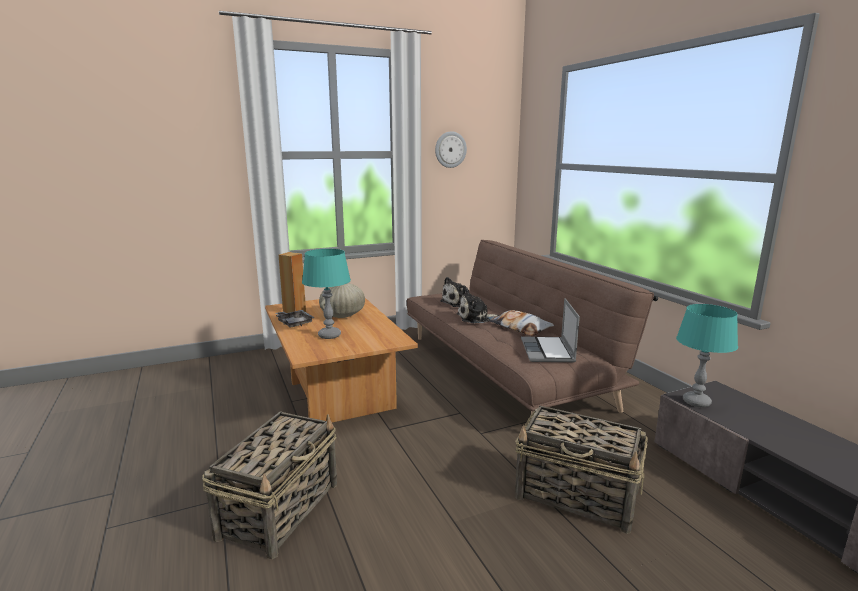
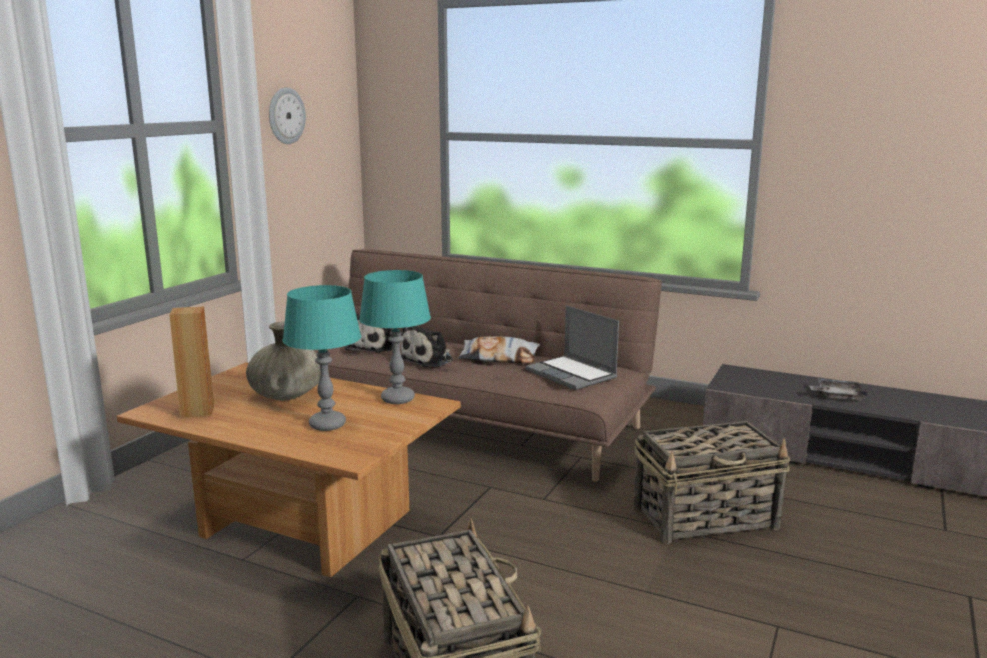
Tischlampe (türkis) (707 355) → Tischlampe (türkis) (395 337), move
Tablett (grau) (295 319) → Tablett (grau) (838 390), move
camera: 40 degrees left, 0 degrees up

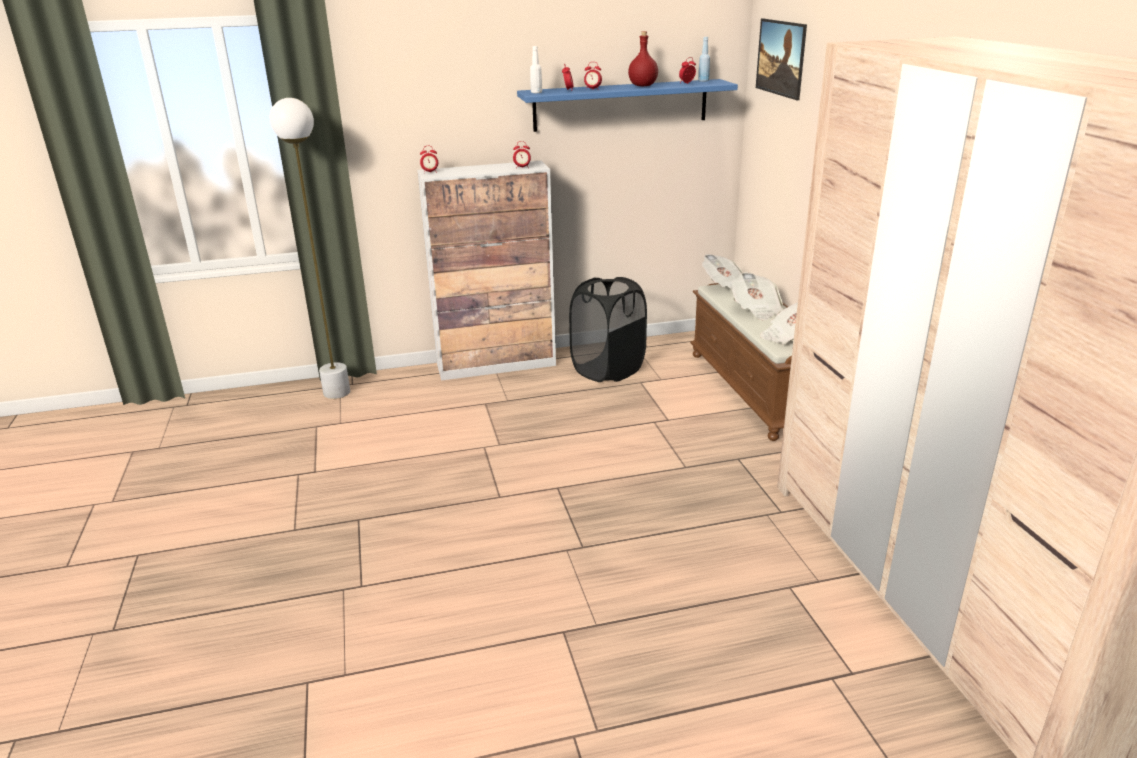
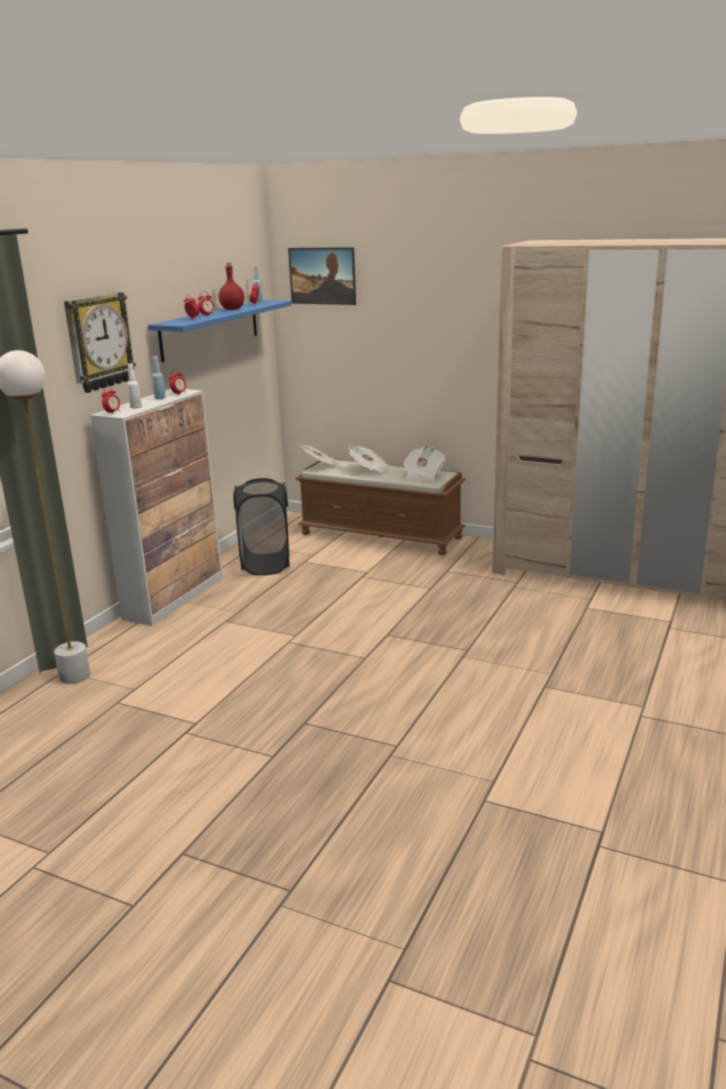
- → Wanduhr (100 342)
Flasche (weiß) (536 69) → Flasche (weiß) (134 386), move
- → Flasche (blau) (159 377)
camera: 50 degrees left, 5 degrees down

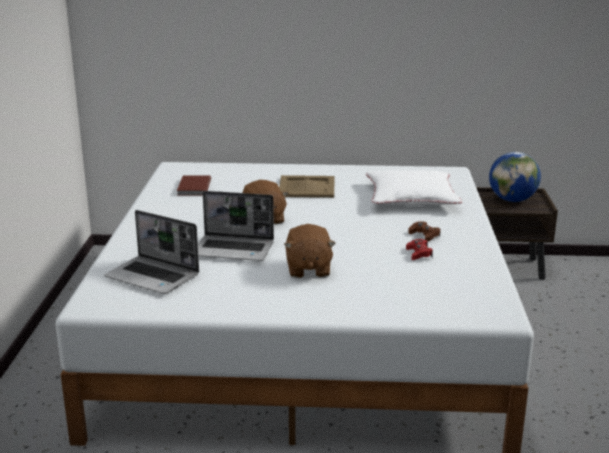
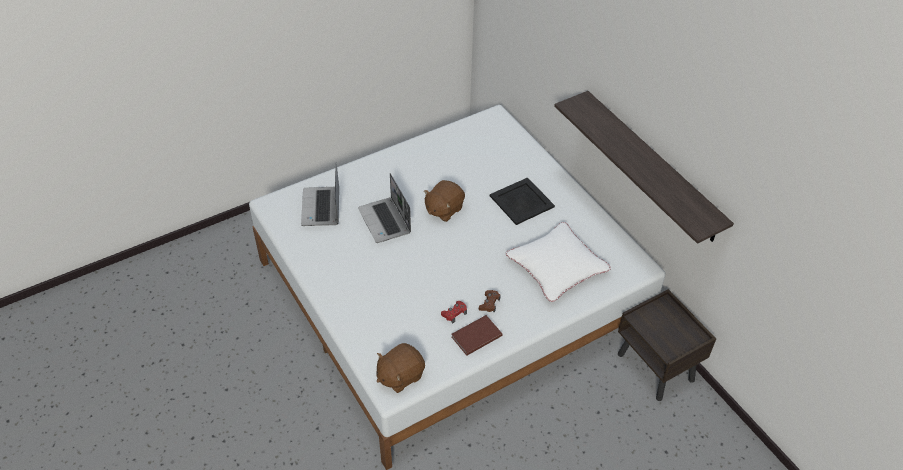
Plüschtier (braun) (310 251) → Plüschtier (braun) (401 368), move
Buch (braun) (194 185) → Buch (braun) (477 335), move
Tablett (beige) (306 186) → Tablett (schwarz) (522 201)
- → Wandregal (644 167)
Globus (515 177) → -
camera: 55 degrees right, 25 degrees up

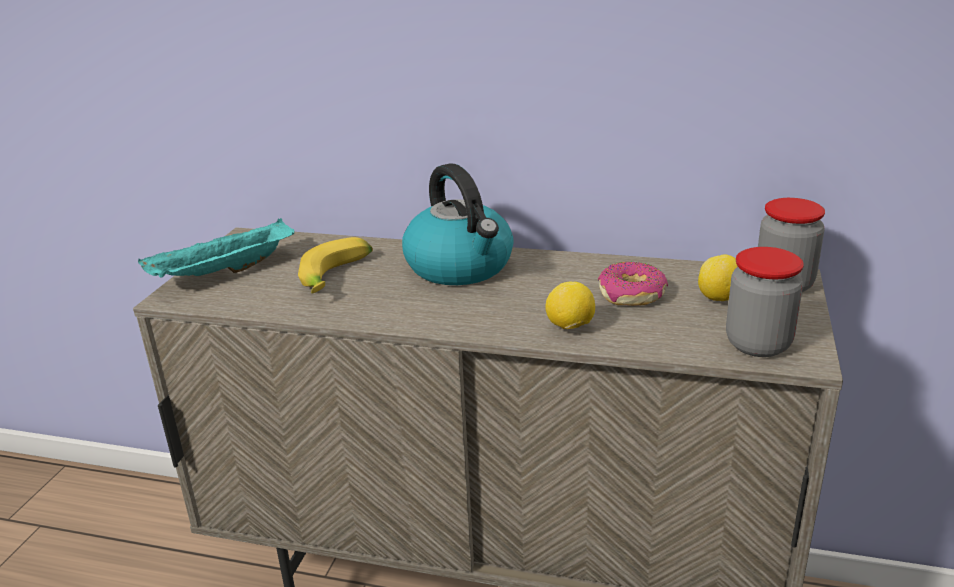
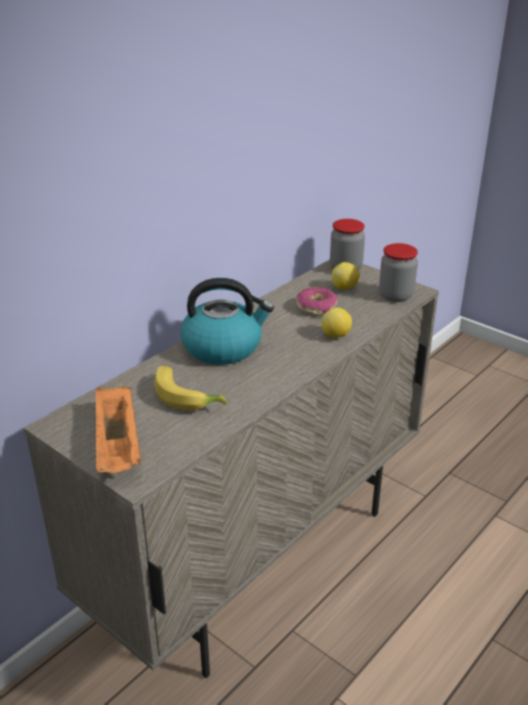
Tablett (türkis) (216 248) → Tablett (orange) (118 429)
camera: 65 degrees left, 5 degrees up

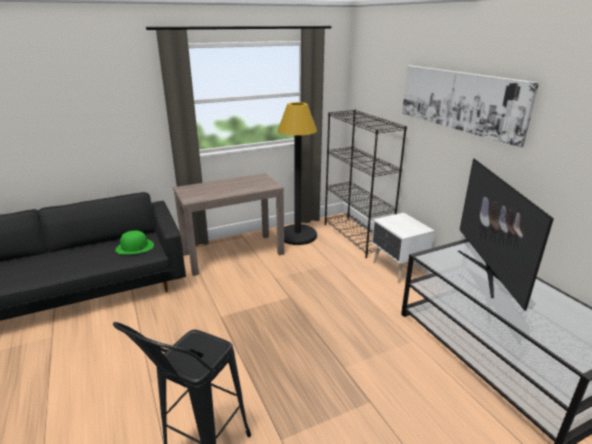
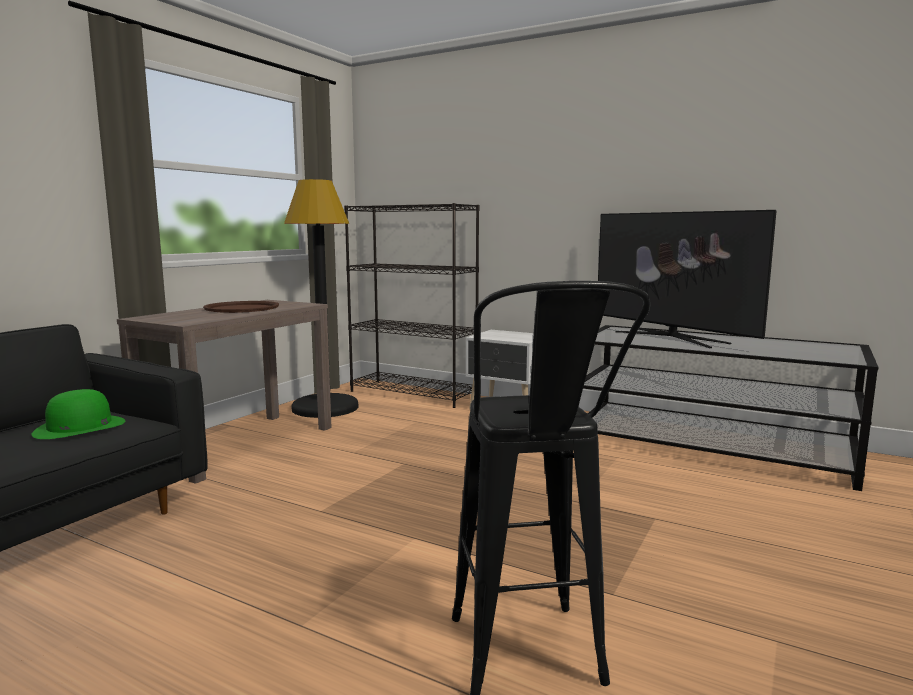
- → Tablett (braun) (241 307)
Bild (470 106) → -
camera: 35 degrees left, 15 degrees down

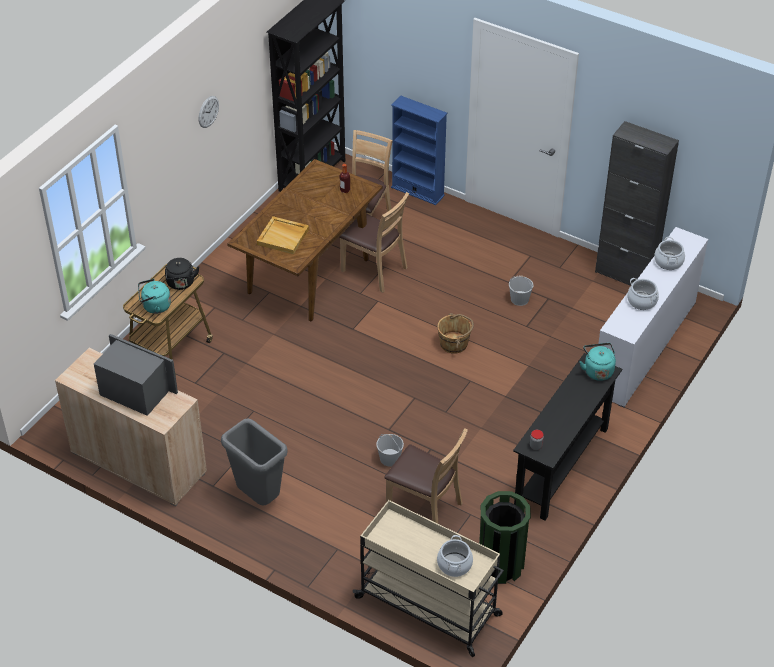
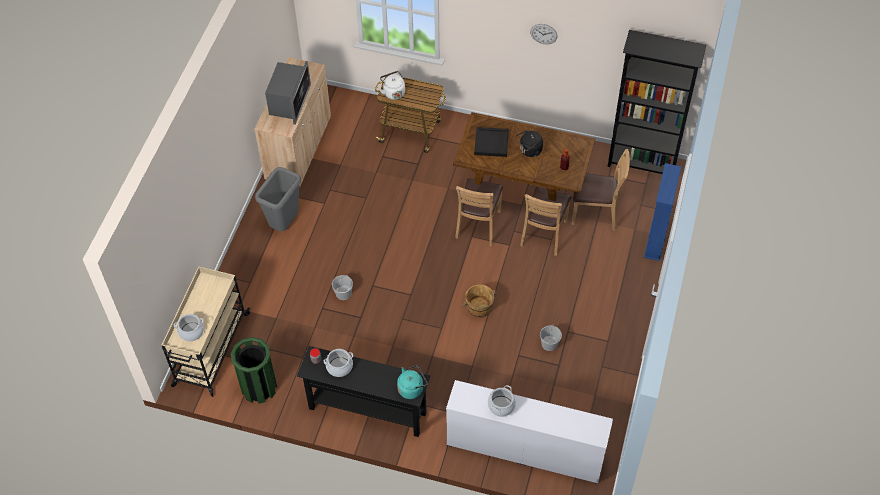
Kochtopf (669 253) → Kochtopf (338 363), move
Wasserkessel (türkis) (154 296) → Wasserkessel (weiß) (392 85)
Stuhl (braun) (426 476) → Stuhl (braun) (479 212), move
Tablett (beige) (283 235) → Tablett (schwarz) (491 142)
Wasserkessel (schwarz) (182 274) → Wasserkessel (schwarz) (529 143), move
Schrank (schwarz) (637 203) → -
camera: 75 degrees right, 10 degrees up

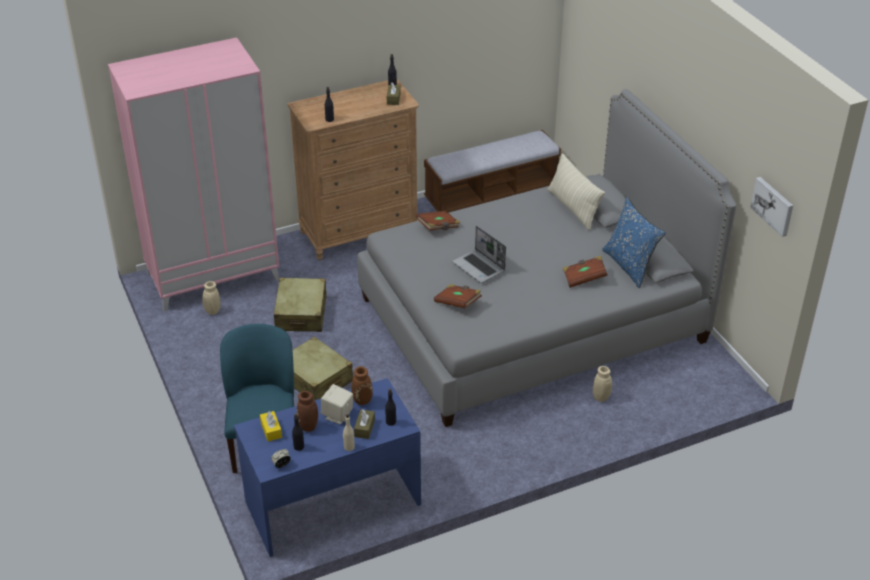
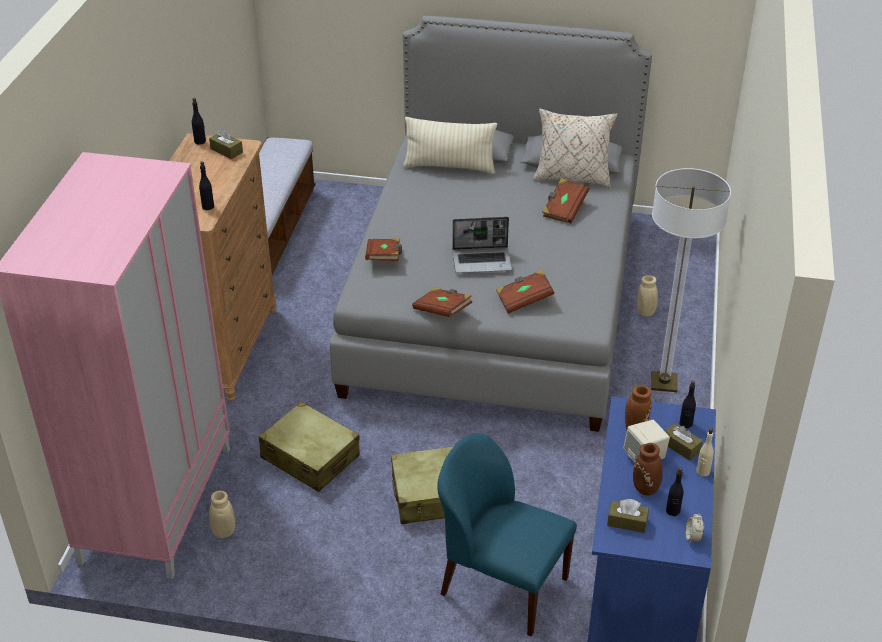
- → Buch (braun) (442 302)
Kissen (blau) (634 242) → Kissen (beige) (575 148)
Taschentuchbox (gelb) (271 426) → Taschentuchbox (braun) (628 516)
- → Stehlampe (691 280)
Bild (771 207) → -
camera: 55 degrees left, 0 degrees up

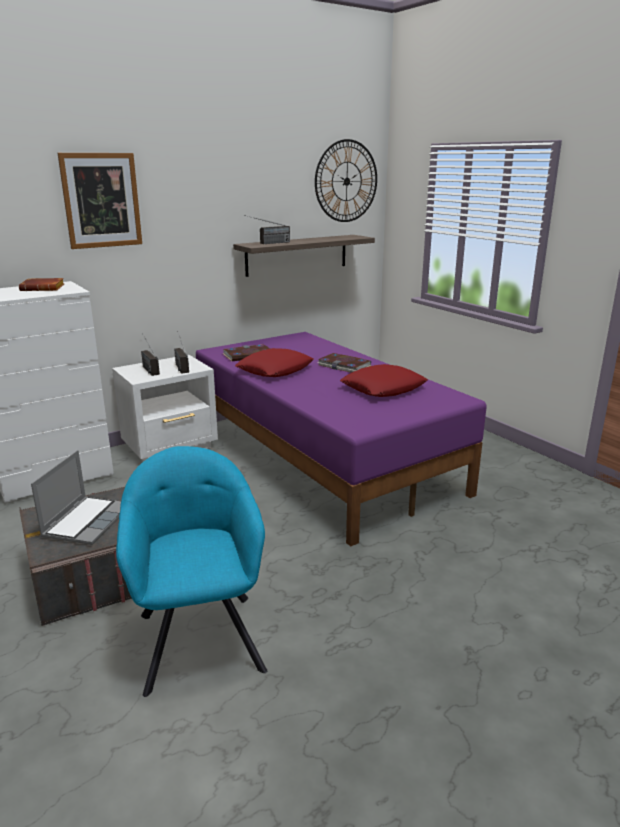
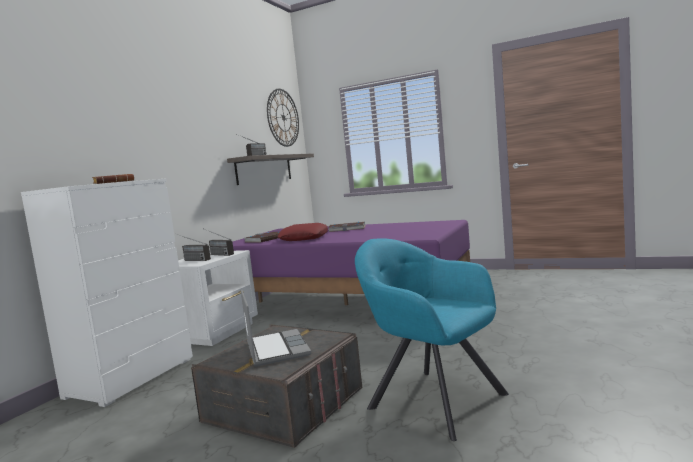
Bild (100 201) → -
Kissen (rot) (384 380) → -
camera: 30 degrees left, 15 degrees down

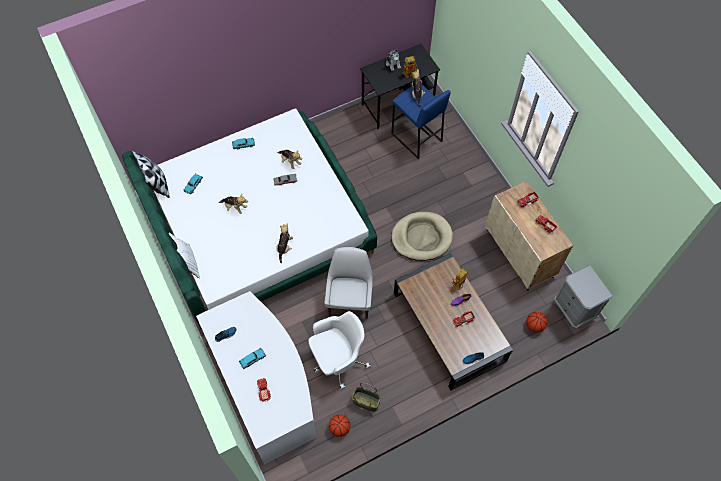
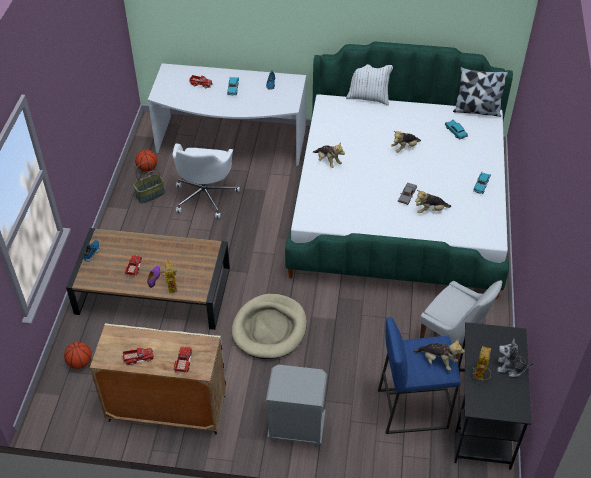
Nachttisch (grau) (583 297) → Nachttisch (grau) (296 406), move
Stuhl (weiß) (348 283) → Stuhl (weiß) (461 321), move
camera: 125 degrees right, 15 degrees down

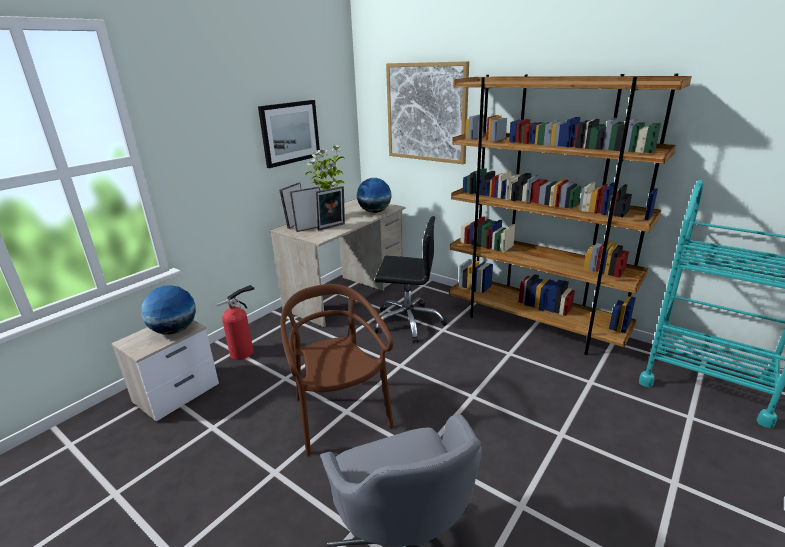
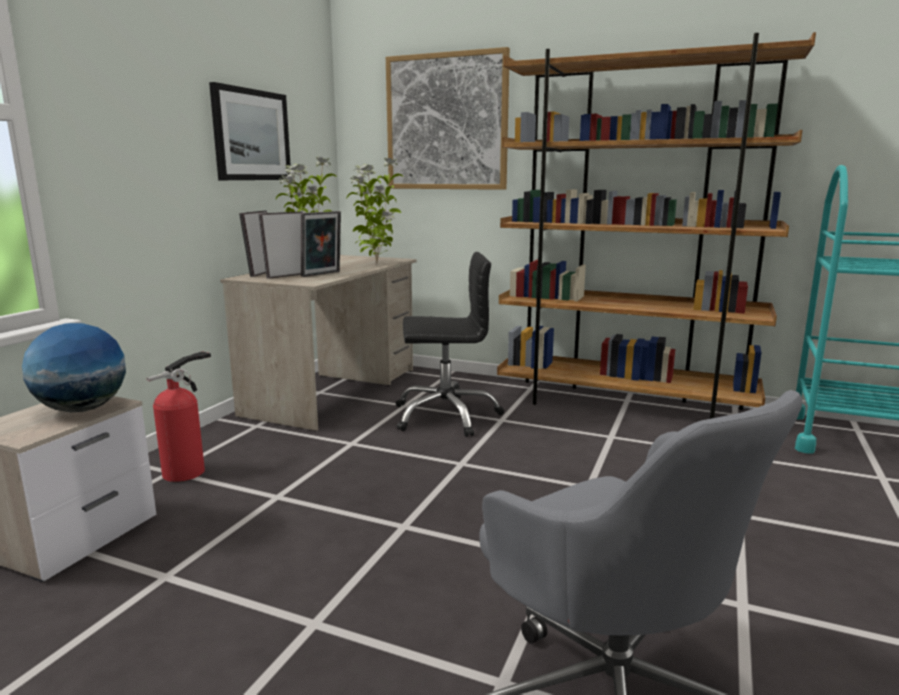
Globus (374 195) → Topfpflanze (375 210)
Stuhl (braun) (337 370) → -
camera: 15 degrees left, 10 degrees down

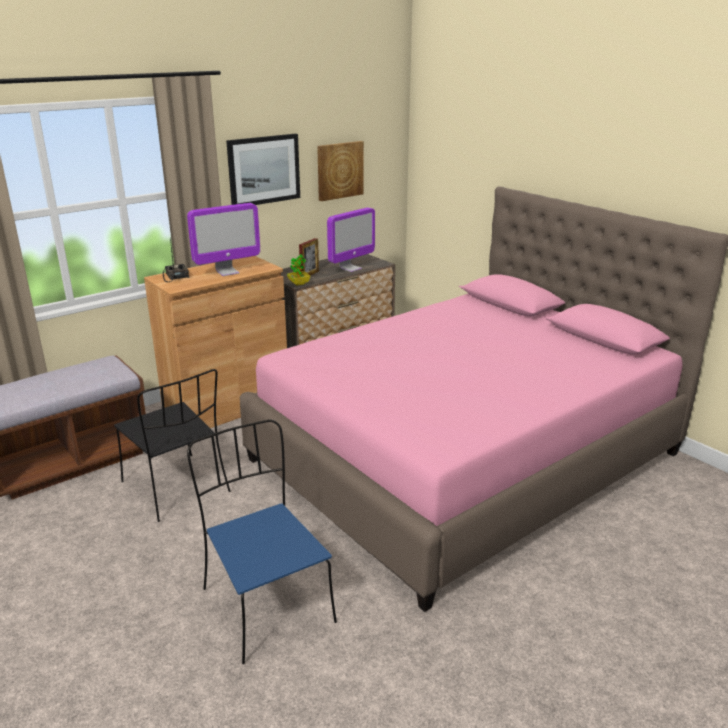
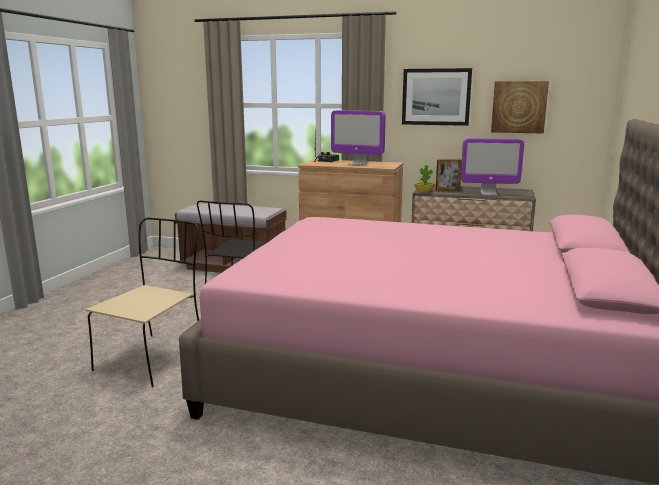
Stuhl (blau) (262 541) → Stuhl (beige) (142 302)
camera: 55 degrees right, 10 degrees down

